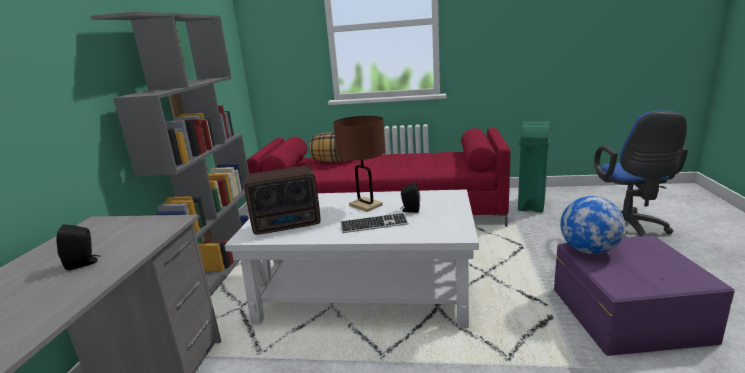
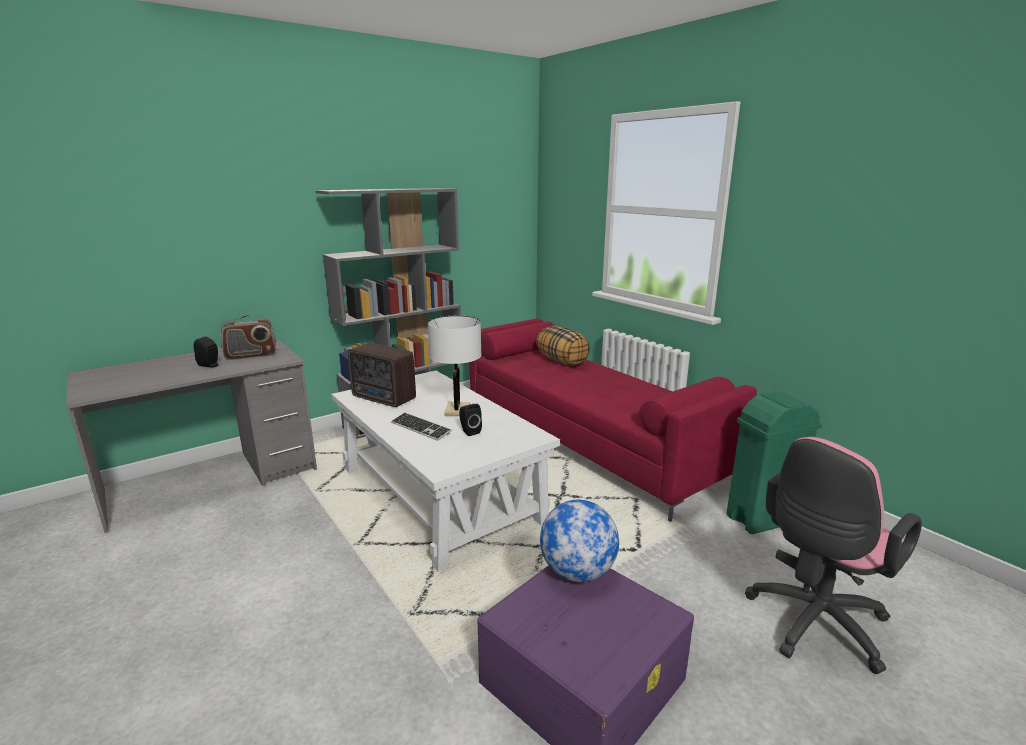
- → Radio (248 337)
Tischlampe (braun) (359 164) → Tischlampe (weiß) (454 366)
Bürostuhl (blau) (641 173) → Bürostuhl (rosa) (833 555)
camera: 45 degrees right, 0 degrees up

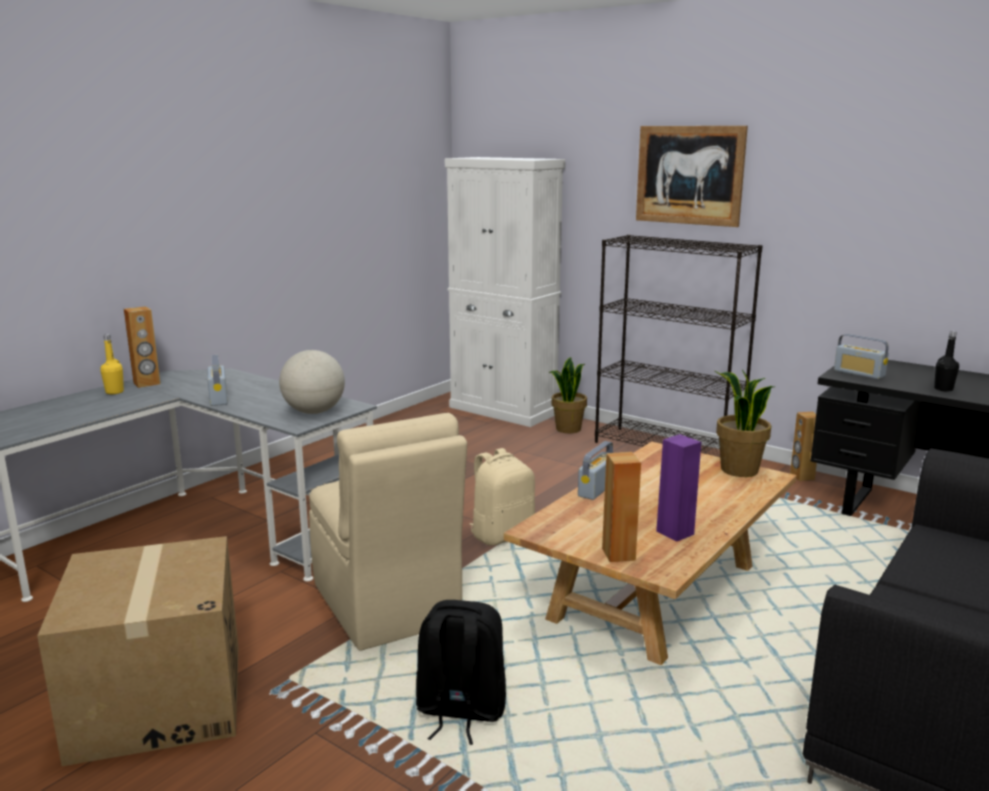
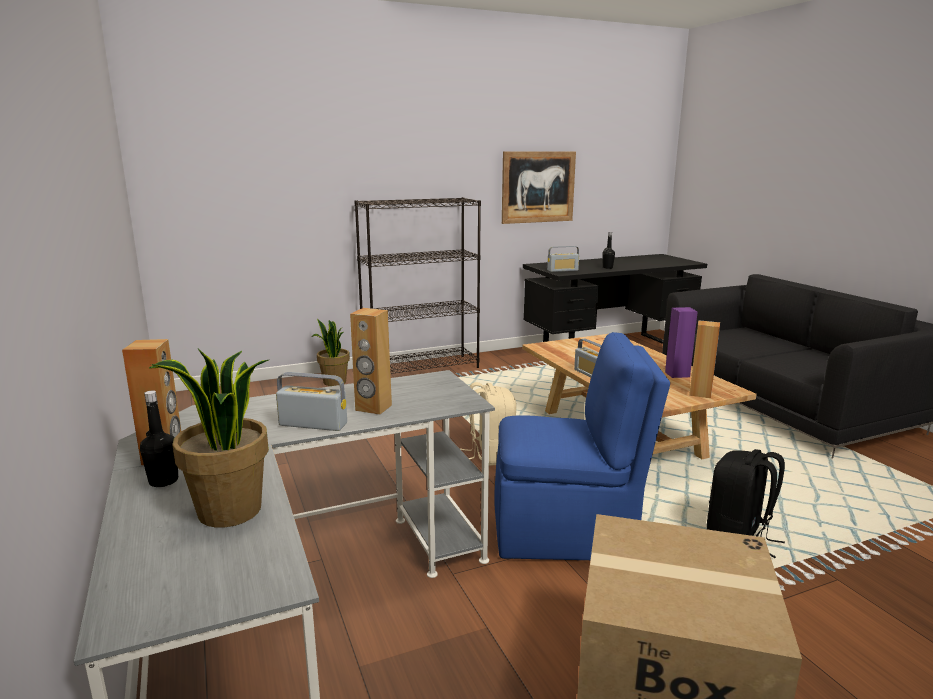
Flasche (gelb) (112 364) → Flasche (schwarz) (159 438)
Topfpflanze (745 423) → Topfpflanze (209 438), move
Lautsprecher (braun) (803 446) → Lautsprecher (braun) (371 361), move
Stuhl (beige) (388 532) → Stuhl (blau) (582 446)
Bild (692 176) → Bild (539 187), move
Globus (312 382) → -
Schrank (weiß) (505 292) → -
camera: 60 degrees left, 0 degrees up

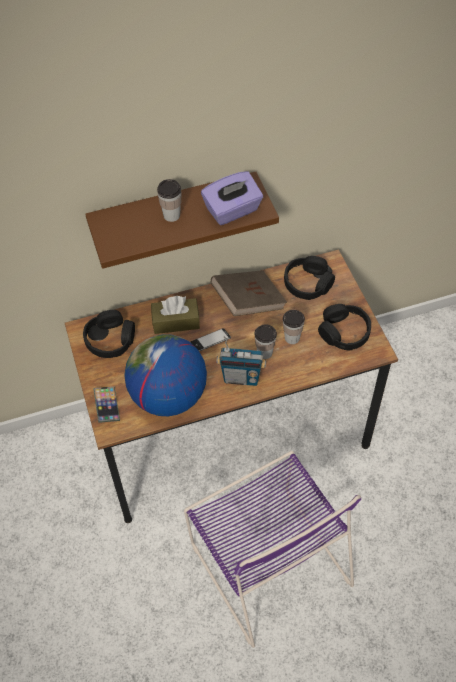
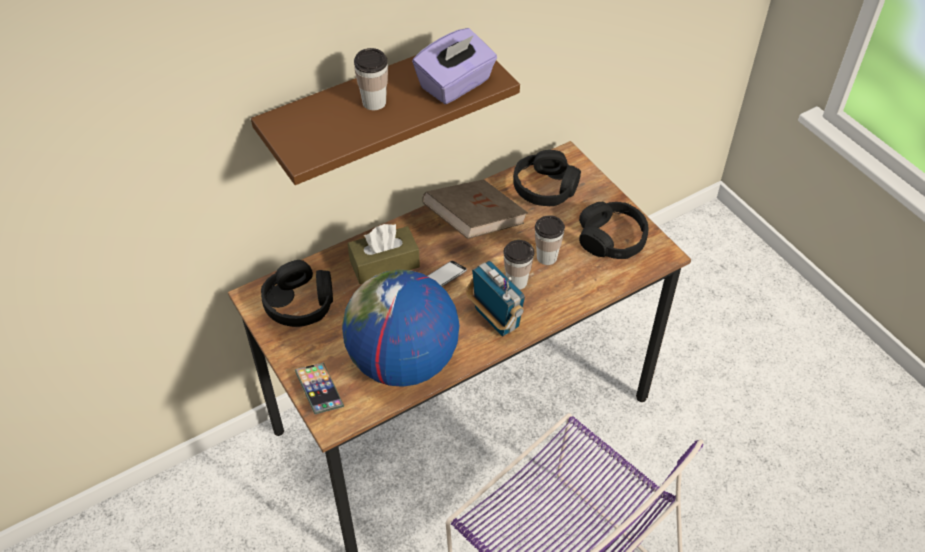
Radio (241 361) → Radio (495 298), 120 degrees counterclockwise
camera: 15 degrees left, 5 degrees down

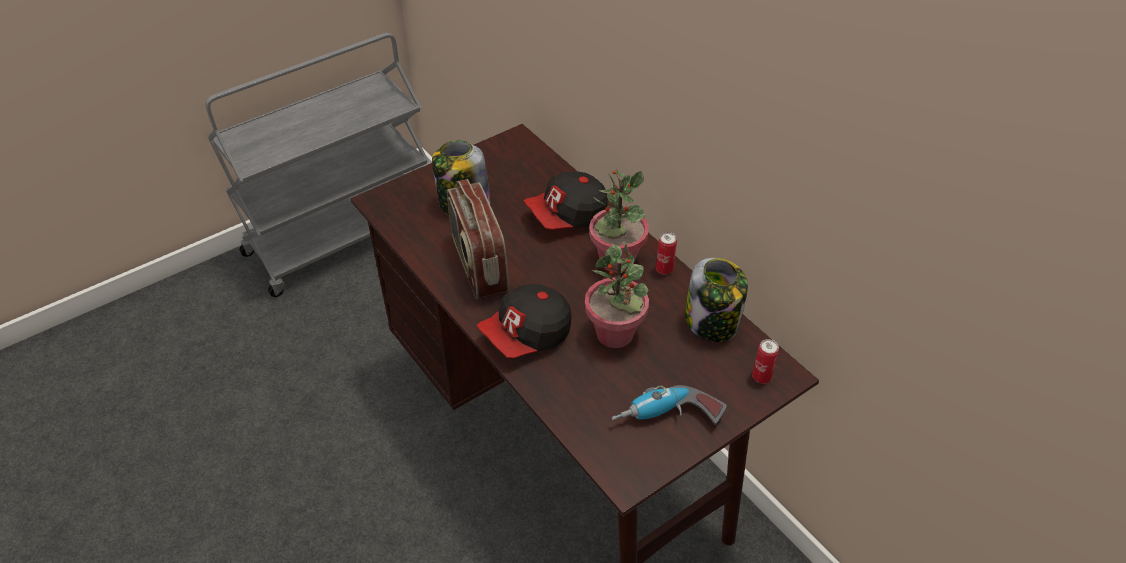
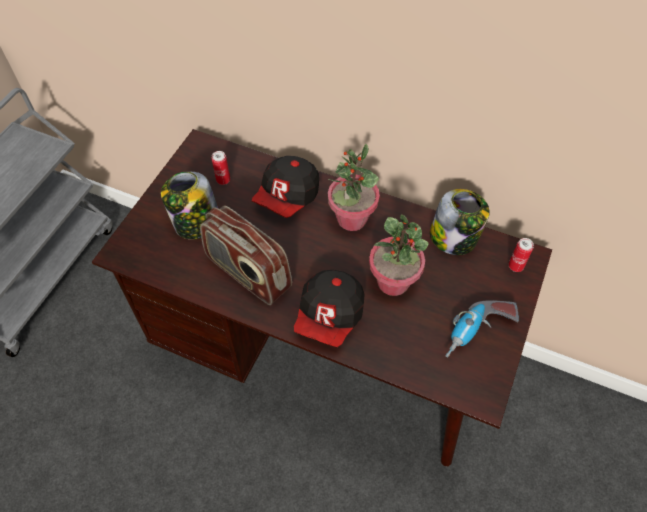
Dose (666 253) → Dose (221 168), move
camera: 30 degrees left, 10 degrees up

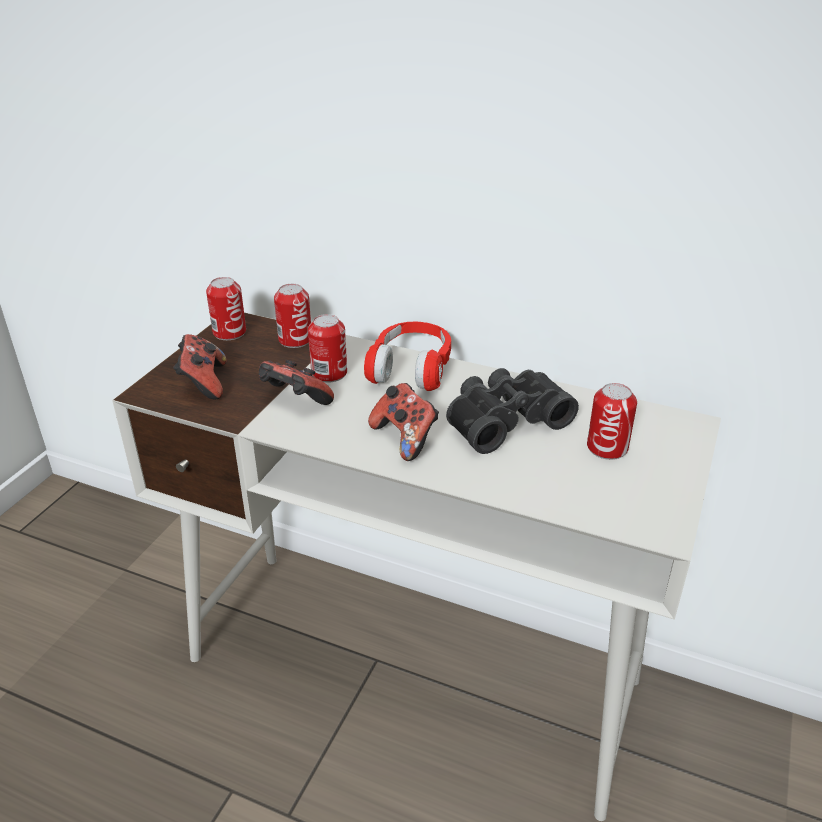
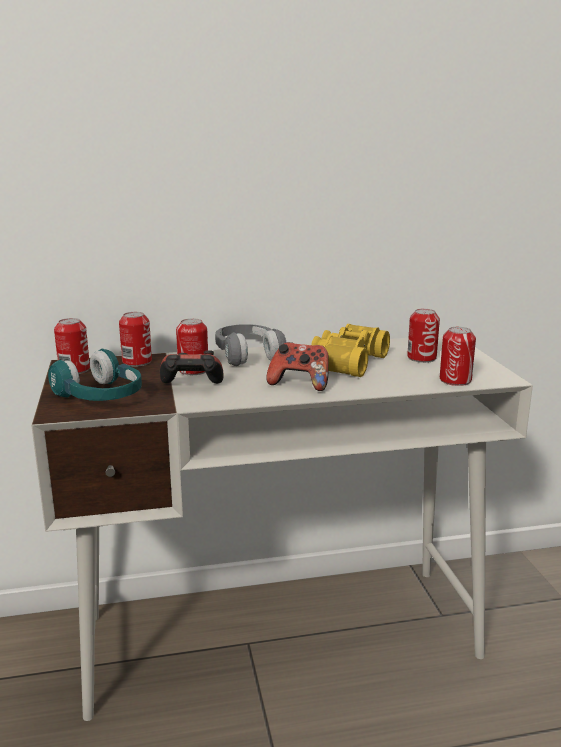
Gamepad (199 367) → Kopfhörer (türkis) (95 375)
Kopfhörer (rot) (407 356) → Kopfhörer (grau) (251 345)
Fernglas (schwarz) (512 411) → Fernglas (gelb) (350 350)
- → Dose (458 356)
camera: 35 degrees left, 15 degrees down

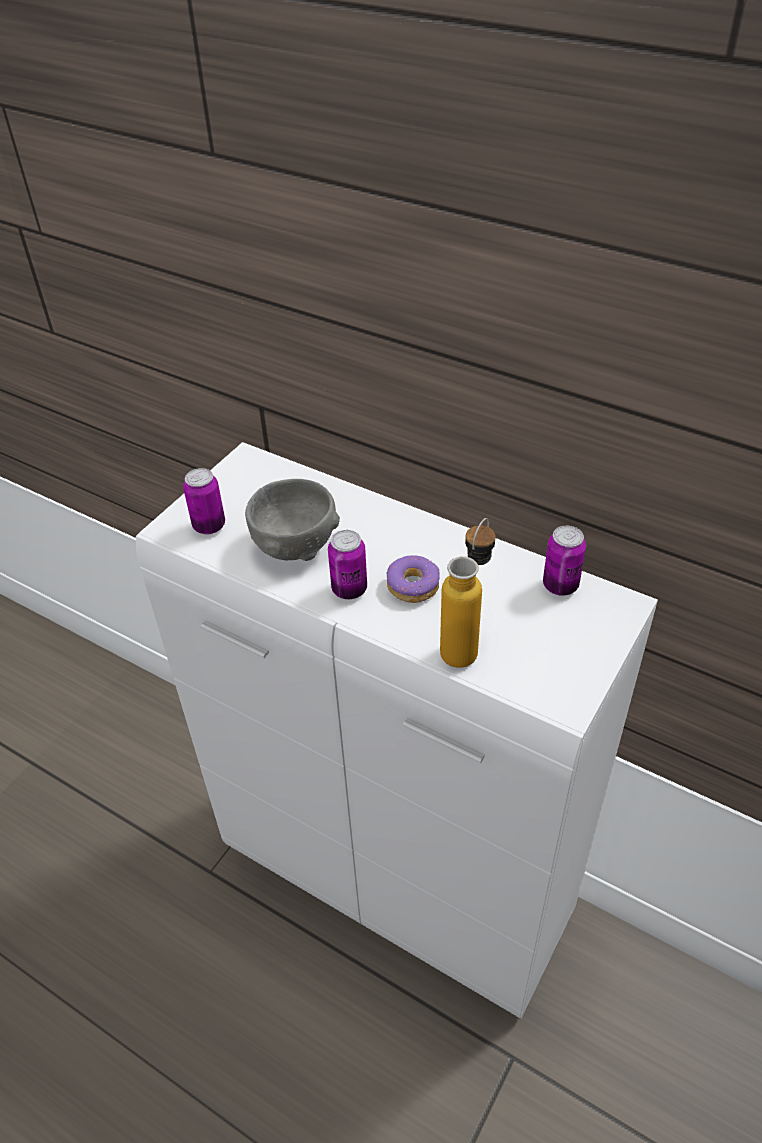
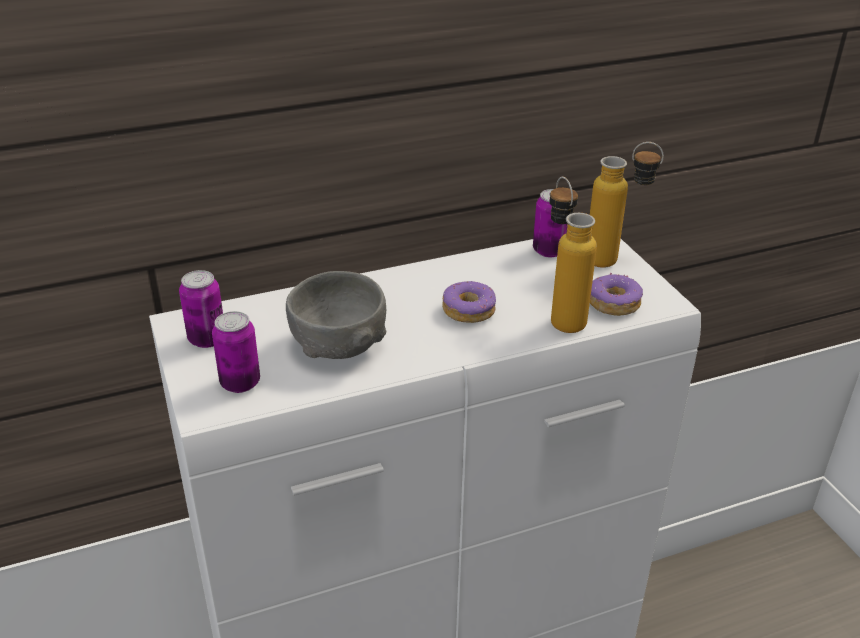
Dose (347 564) → Dose (201 309), move
- → Flasche (627 205)
- → Donut (616 294)
camera: 55 degrees left, 10 degrees down

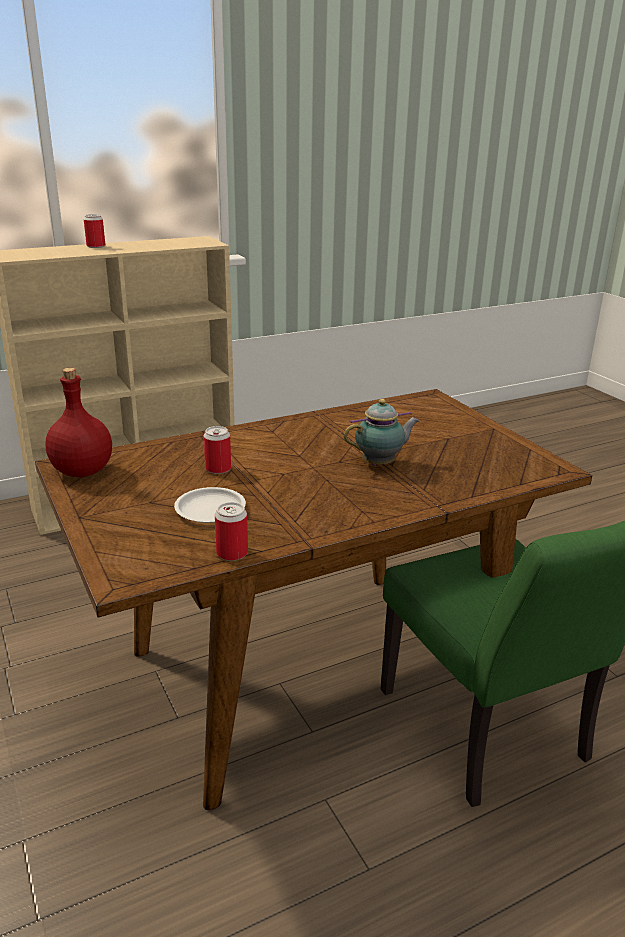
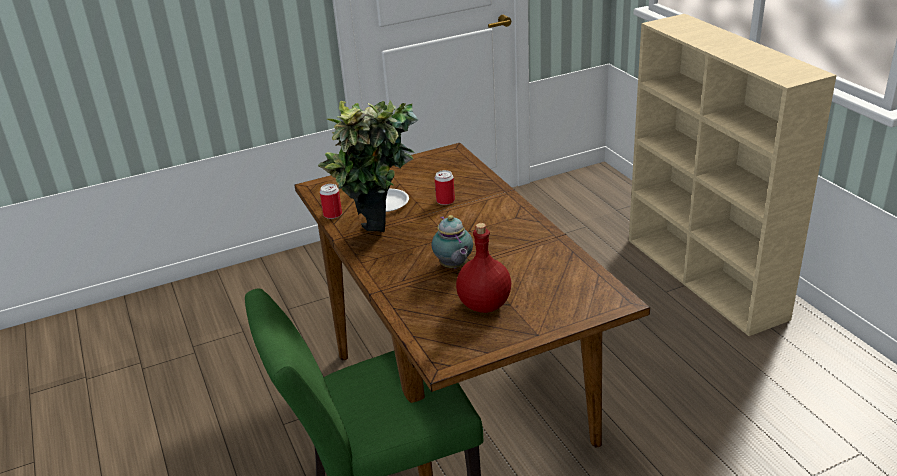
- → Topfpflanze (368 166)
Flasche (rot) (78 423) → Flasche (rot) (483 268), move
Dose (94 231) → -
camera: 95 degrees right, 5 degrees up

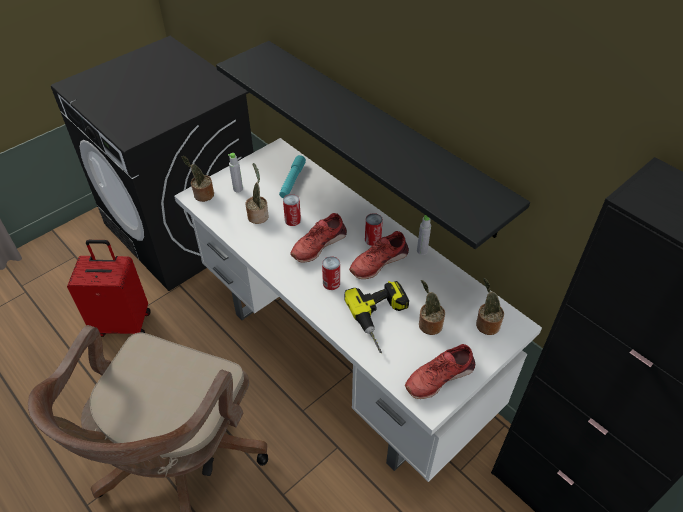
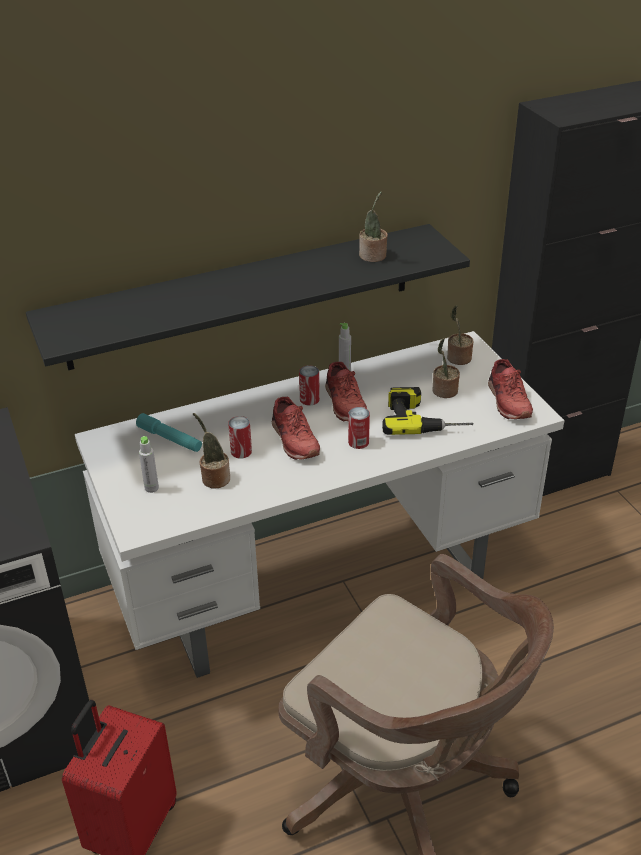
Topfpflanze (198 178) → Topfpflanze (373 226), move
camera: 70 degrees left, 10 degrees down

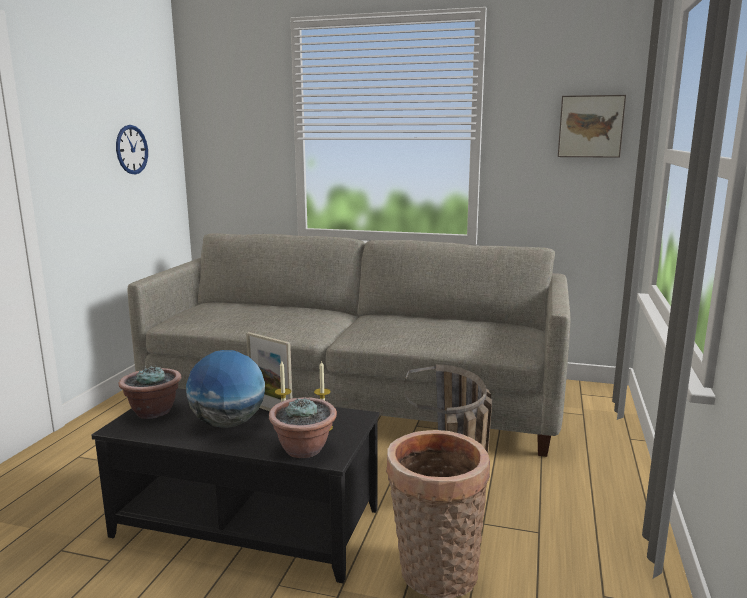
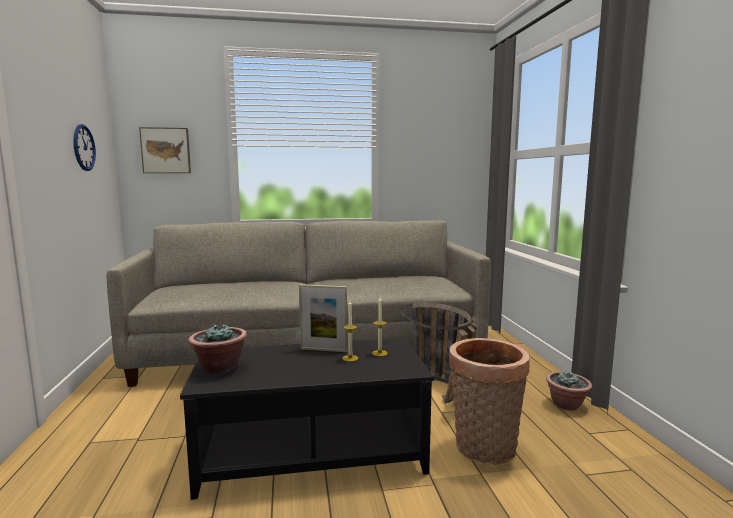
Bild (592 126) → Bild (165 150), move
Topfpflanze (303 427) → Topfpflanze (569 391), move
Globus (225 389) → -
camera: 25 degrees left, 5 degrees down

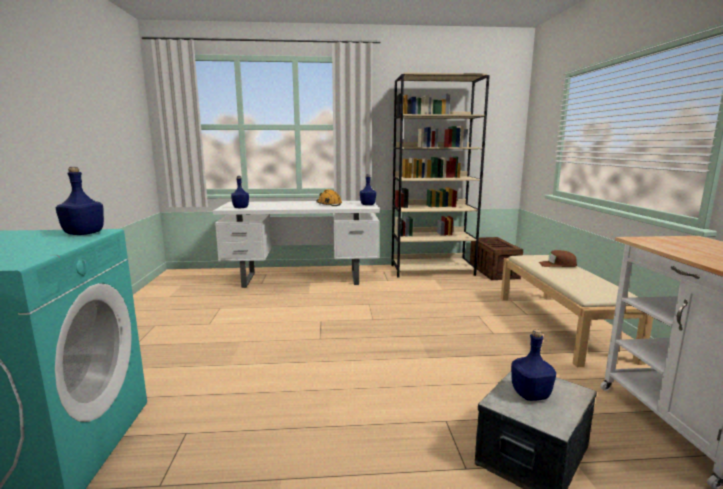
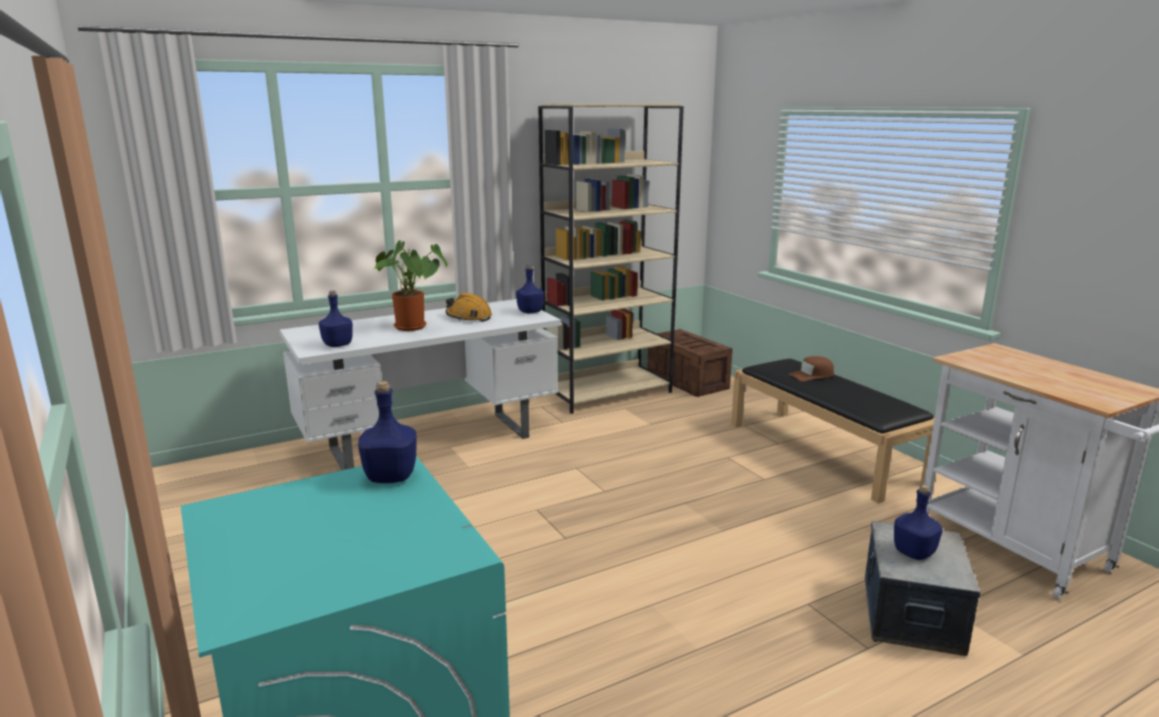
- → Topfpflanze (411 285)
Bank (beige) (577 311) → Bank (schwarz) (832 431)
camera: 25 degrees left, 5 degrees up

